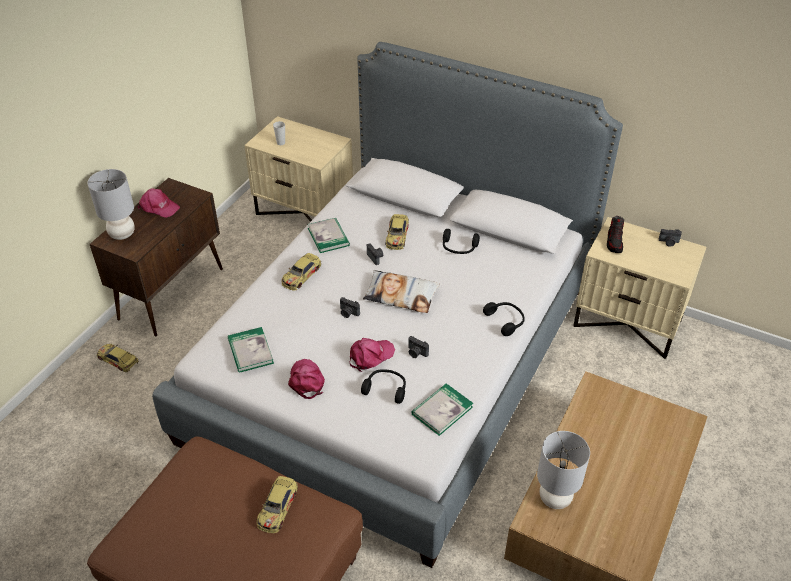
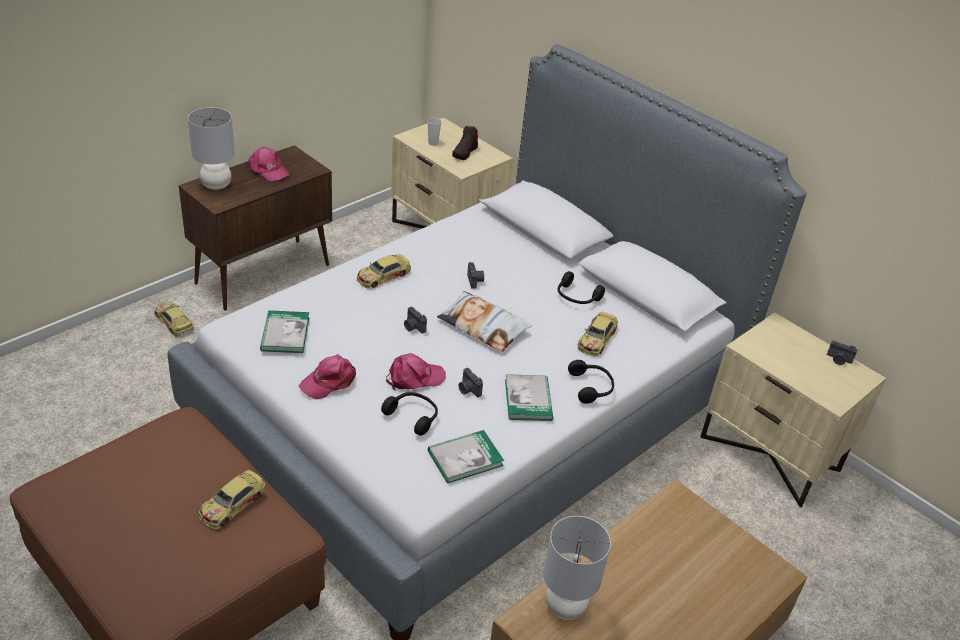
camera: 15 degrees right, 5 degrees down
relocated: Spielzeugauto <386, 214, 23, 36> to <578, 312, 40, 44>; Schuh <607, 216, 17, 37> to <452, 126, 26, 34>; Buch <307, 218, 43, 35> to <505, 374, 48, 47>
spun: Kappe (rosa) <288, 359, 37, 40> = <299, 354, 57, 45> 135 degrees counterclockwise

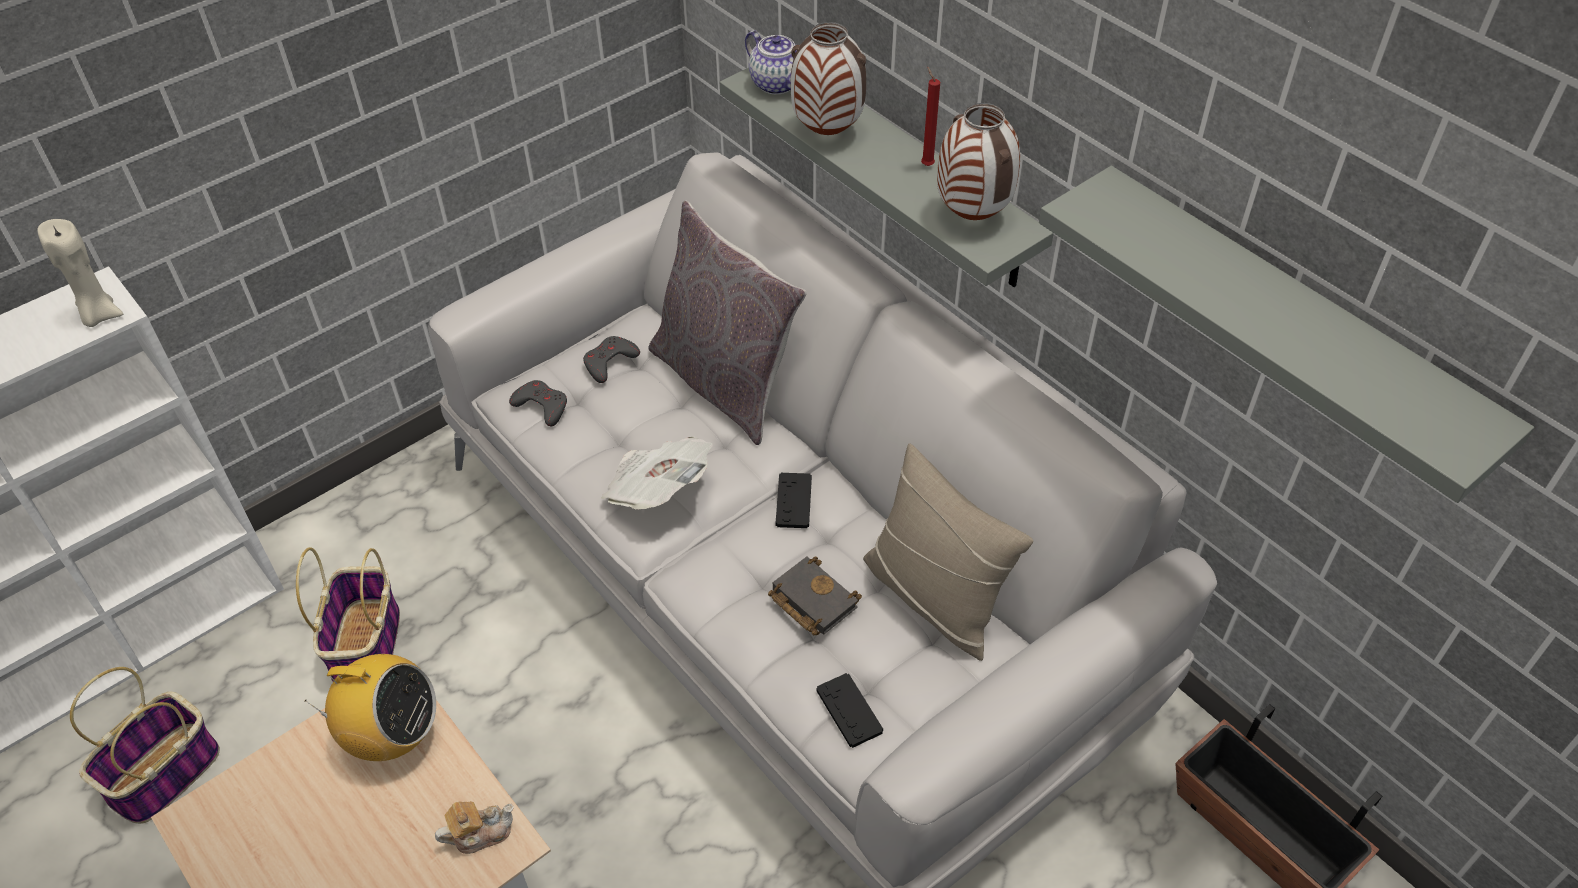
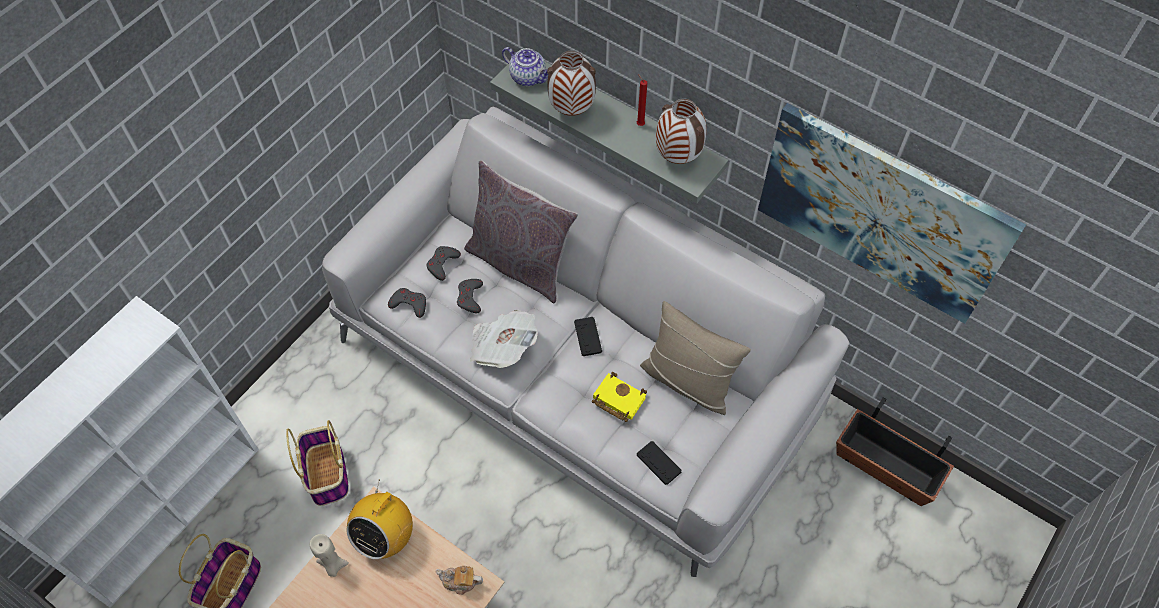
camera: 15 degrees left, 10 degrees up
appeared: Gamepad (grau) <457, 279, 26, 34>
relocated: Kerze (beige) <37, 219, 86, 108> to <310, 534, 39, 43>
exchanged: Wandregal (grau) <1039, 166, 495, 337> to Bild <758, 103, 268, 221>
colour: Buch (schwarz) <768, 556, 94, 79> to Buch (gelb) <592, 372, 55, 50>
spun: Radio <304, 654, 132, 107> = <346, 480, 67, 79> 120 degrees clockwise; Teekanne <435, 801, 79, 53> = <435, 566, 48, 29> 135 degrees counterclockwise

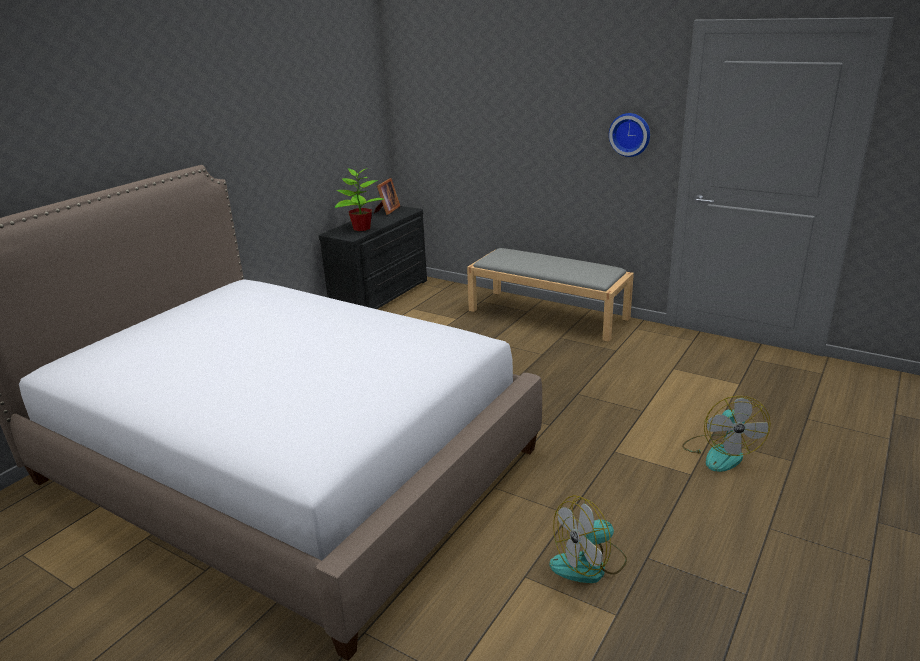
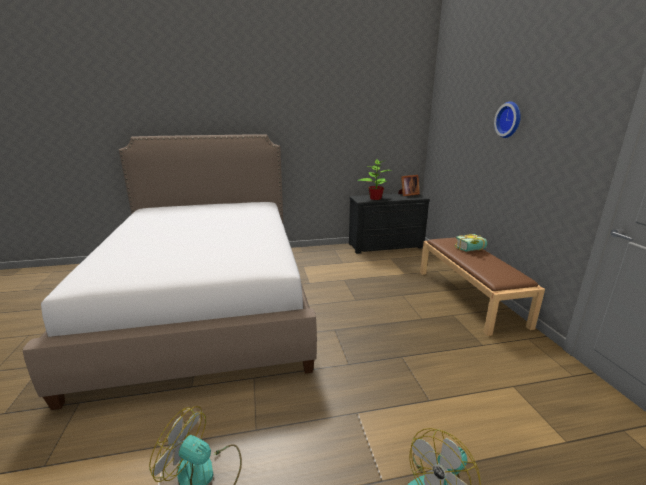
camera: 45 degrees right, 5 degrees down
appeared: Buch <455, 234, 32, 18>
relocated: Wanduhr <609, 113, 41, 44> to <494, 101, 27, 37>
colour: Bank (grau) <467, 248, 167, 94> to Bank (braun) <420, 237, 125, 99>

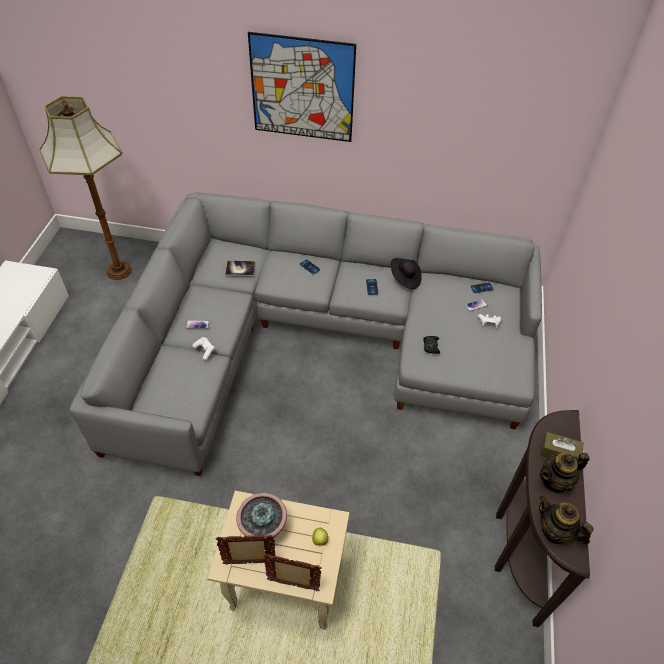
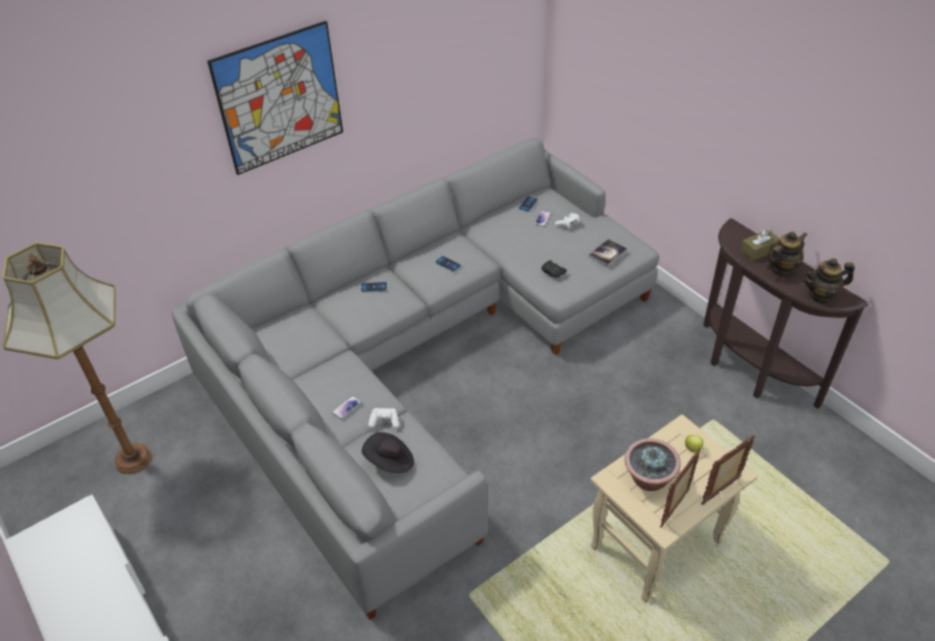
camera: 45 degrees left, 5 degrees down
relocated: Hut (schwarz) <391, 258, 31, 31> to <362, 432, 52, 41>; Buch <225, 261, 30, 16> to <589, 239, 38, 28>
spun: Teekanne <539, 453, 51, 40> = <767, 231, 40, 45> 150 degrees counterclockwise

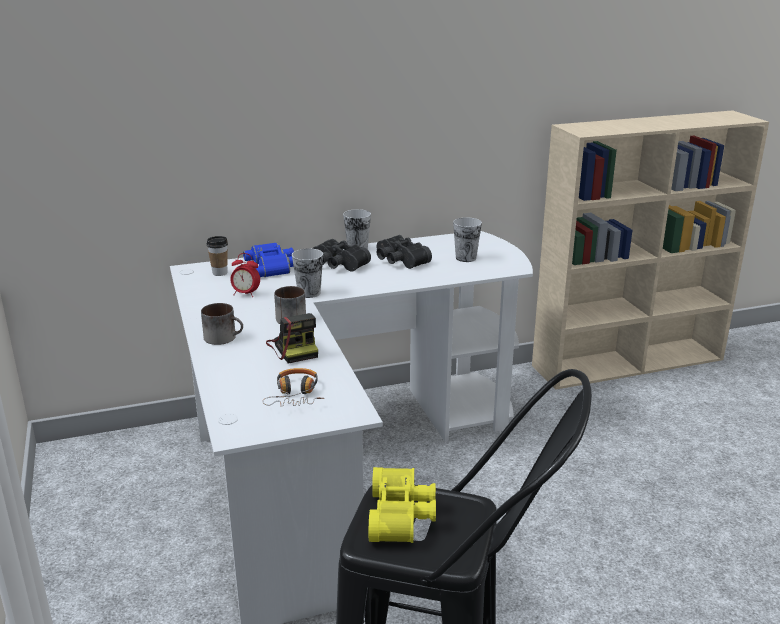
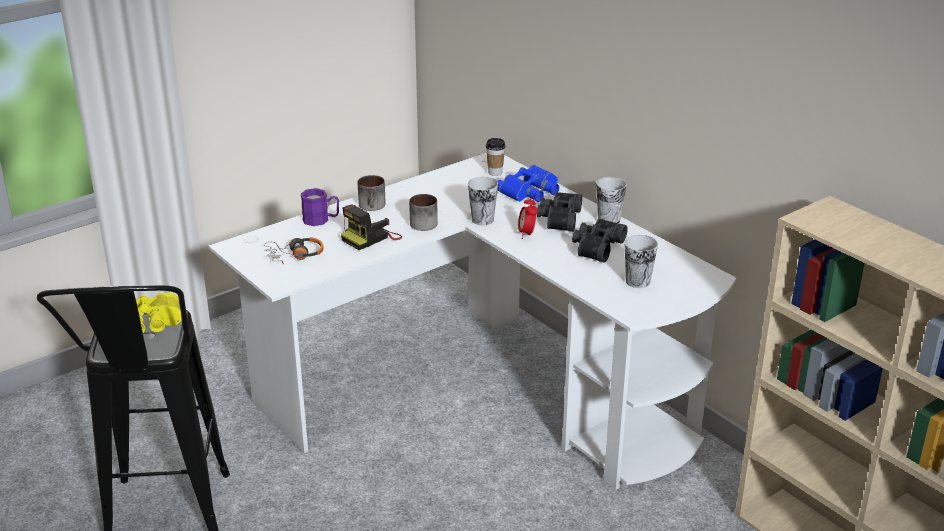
camera: 70 degrees right, 5 degrees up
appeared: Henkelbecher (lila) <301, 188, 38, 38>
relocated: Wecker <230, 253, 30, 44> to <518, 196, 20, 43>

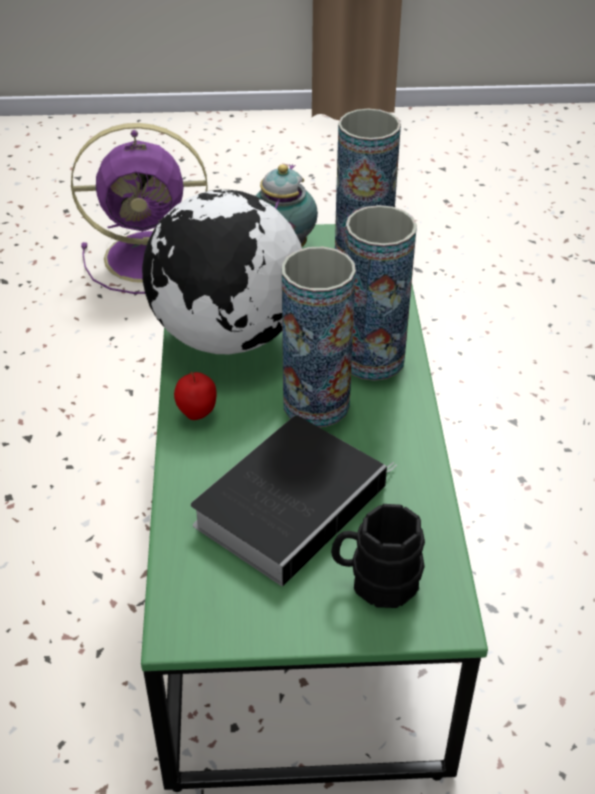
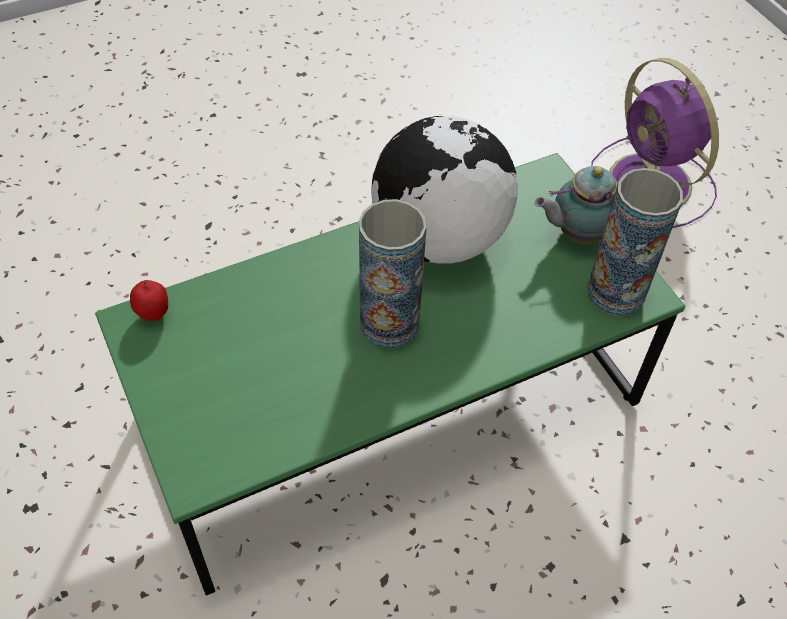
camera: 65 degrees right, 10 degrees up
missing: Vase <345, 205, 72, 176>; Buch <191, 415, 206, 172>; Henkelbecher (schwarz) <331, 504, 94, 104>
relocated: Apfel <174, 372, 43, 48> to <130, 280, 38, 41>

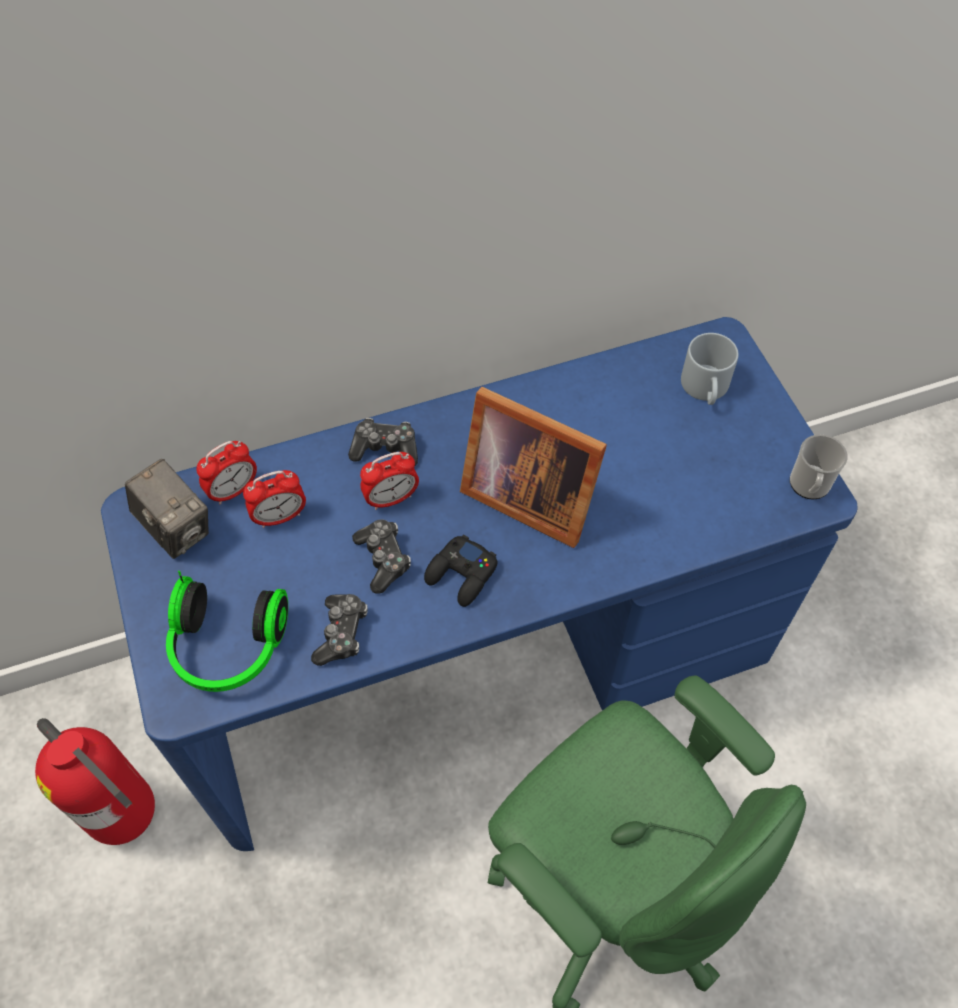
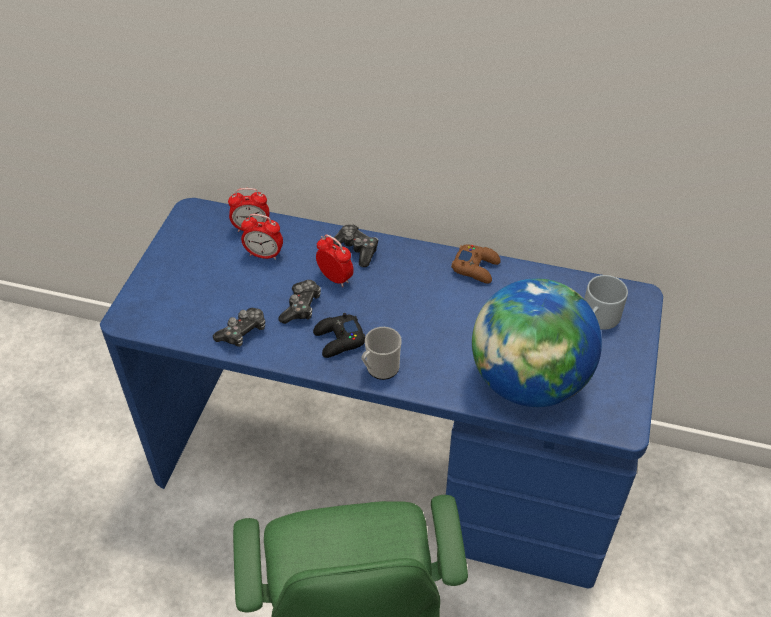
camera: 35 degrees right, 10 degrees down
missing: Bilderrahmen <460, 387, 147, 161>; Kamera <125, 459, 84, 100>; Kopfhörer <166, 571, 122, 121>; Feuerlöscher <35, 718, 120, 127>
appeared: Gamepad (braun) <451, 244, 50, 40>; Globus <472, 278, 130, 129>
relocated: Henkelbecher <790, 434, 58, 66> to <361, 327, 41, 53>
spun: Wecker <360, 452, 59, 58> = <316, 235, 38, 52> 150 degrees counterclockwise

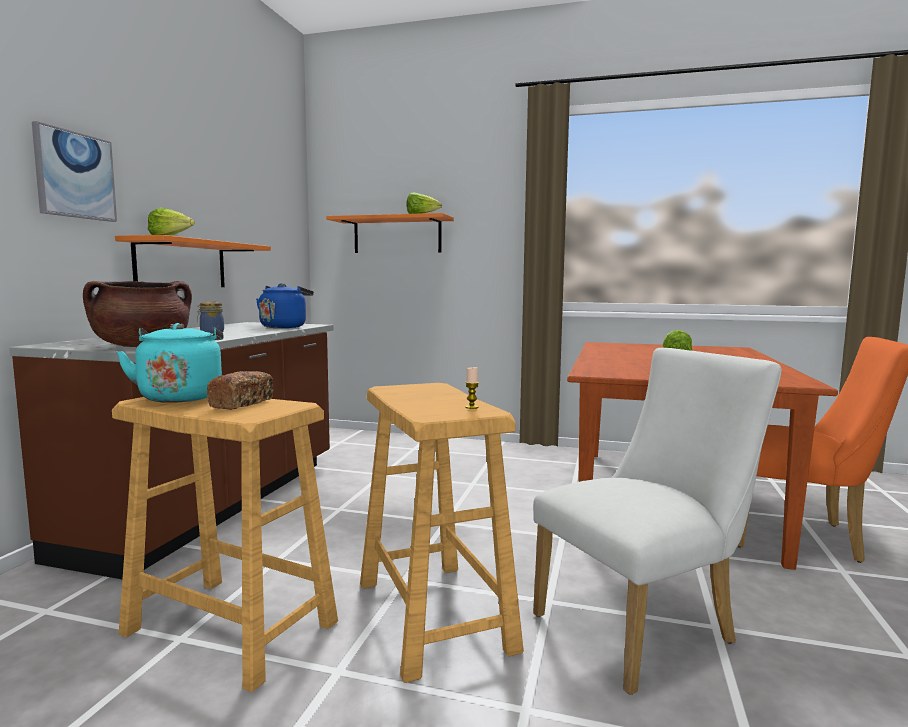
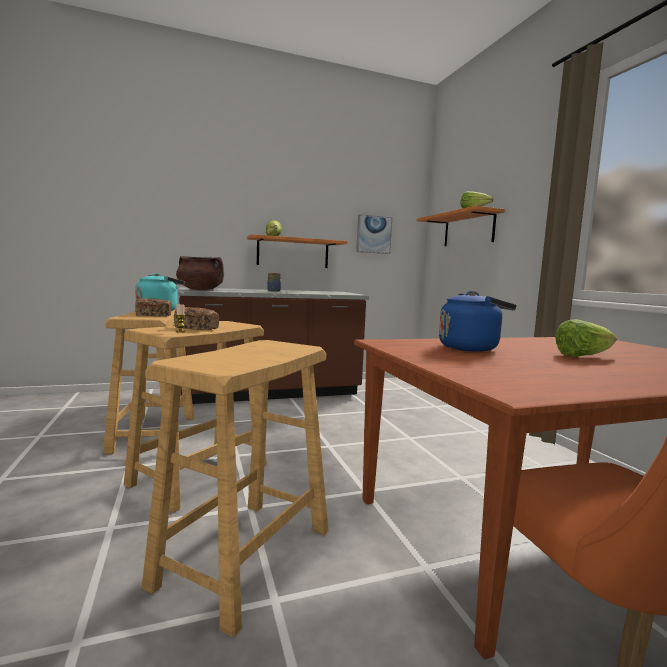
camera: 55 degrees right, 0 degrees up
appeared: Brot <174, 307, 45, 23>
relocated: Bild <32, 121, 85, 101> to <356, 214, 36, 40>; Wasserkessel (blau) <256, 283, 58, 45> to <439, 291, 78, 61>
exchanged: Stuhl (weiß) <533, 348, 249, 347> to Hocker (beige) <142, 340, 187, 297>

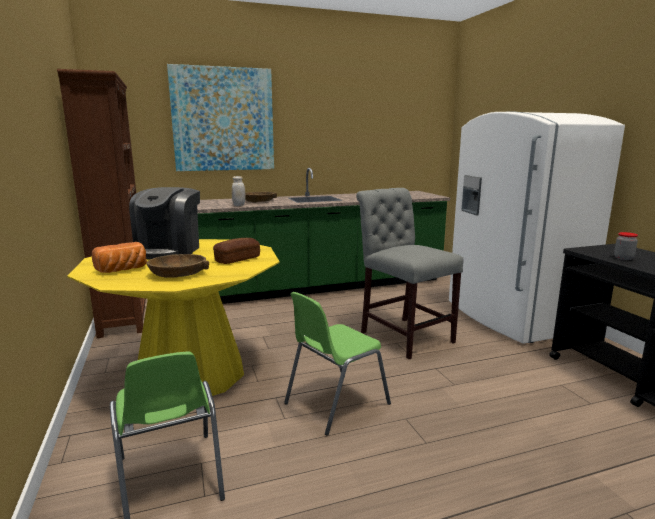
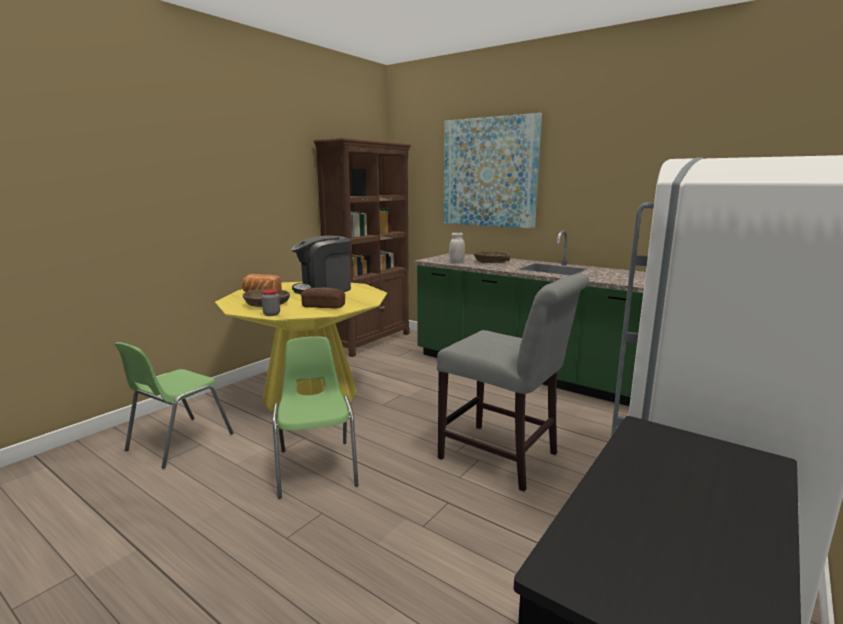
camera: 55 degrees right, 0 degrees up
relocated: Vorratsglas <614, 232, 24, 28> to <261, 289, 19, 27>
spun: Stuhl (grau) <356, 188, 108, 171> = <437, 274, 152, 217> 105 degrees clockwise; Stuhl (grün) <284, 292, 107, 144> = <273, 336, 86, 162> 60 degrees clockwise

